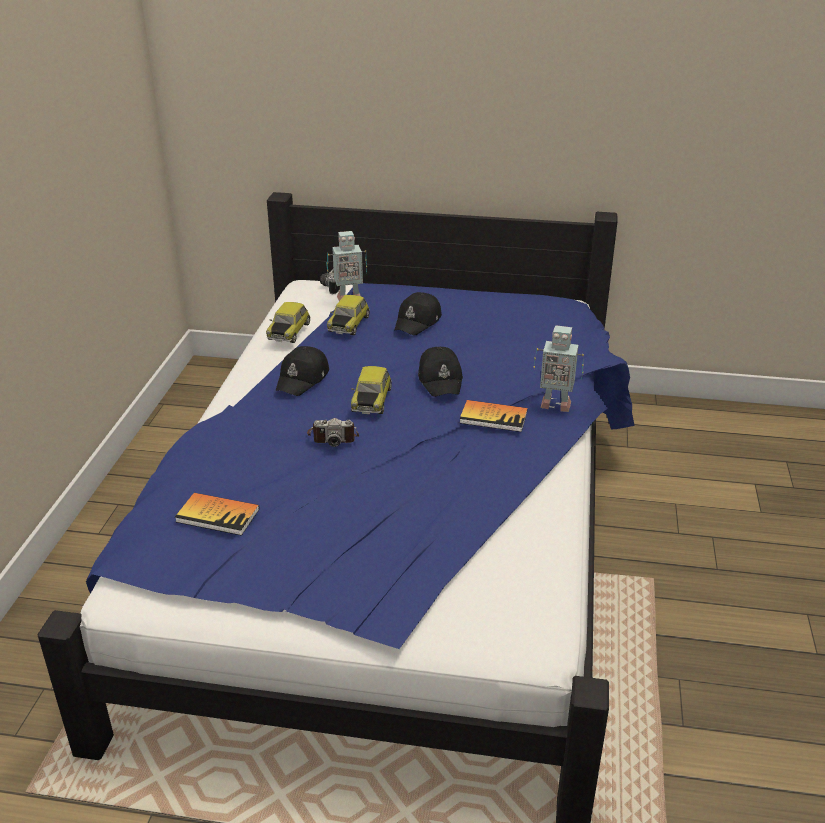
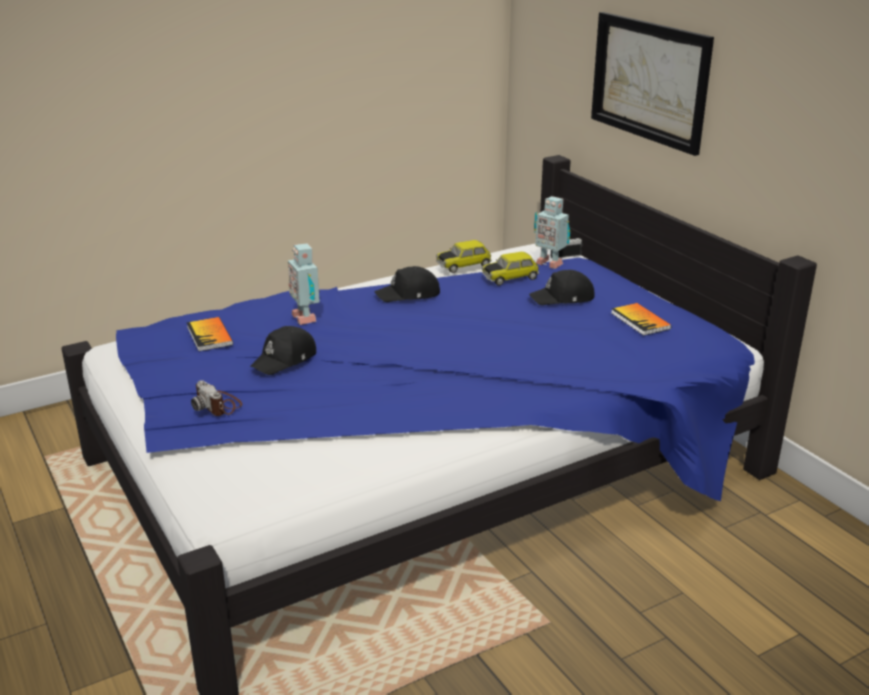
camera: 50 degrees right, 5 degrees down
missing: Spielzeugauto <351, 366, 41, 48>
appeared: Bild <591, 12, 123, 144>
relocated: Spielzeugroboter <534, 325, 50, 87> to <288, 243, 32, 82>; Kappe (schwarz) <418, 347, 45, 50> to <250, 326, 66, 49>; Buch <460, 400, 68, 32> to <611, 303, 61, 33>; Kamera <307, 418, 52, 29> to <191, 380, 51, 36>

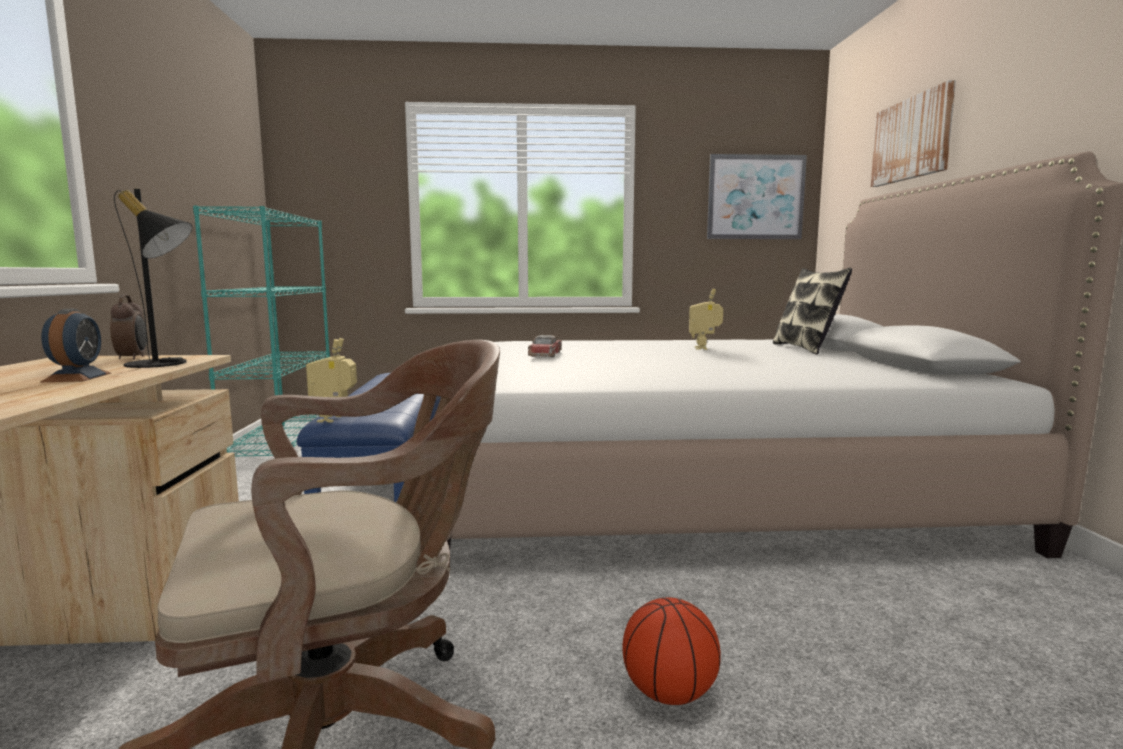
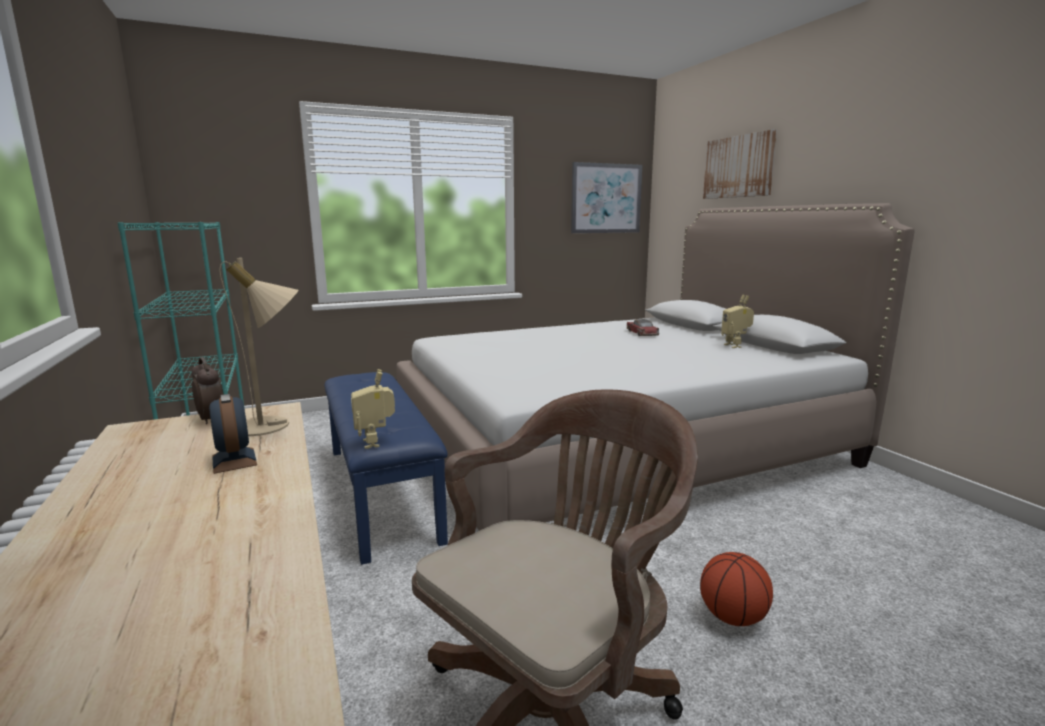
camera: 20 degrees left, 5 degrees up
missing: Kissen <773, 268, 79, 86>
relocated: Spielzeugroboter <689, 289, 34, 61> to <721, 294, 33, 54>; Spielzeugauto <528, 335, 34, 22> to <627, 319, 32, 17>
colour: Tischlampe (schwarz) <114, 189, 78, 179> to Tischlampe (beige) <219, 258, 79, 178>

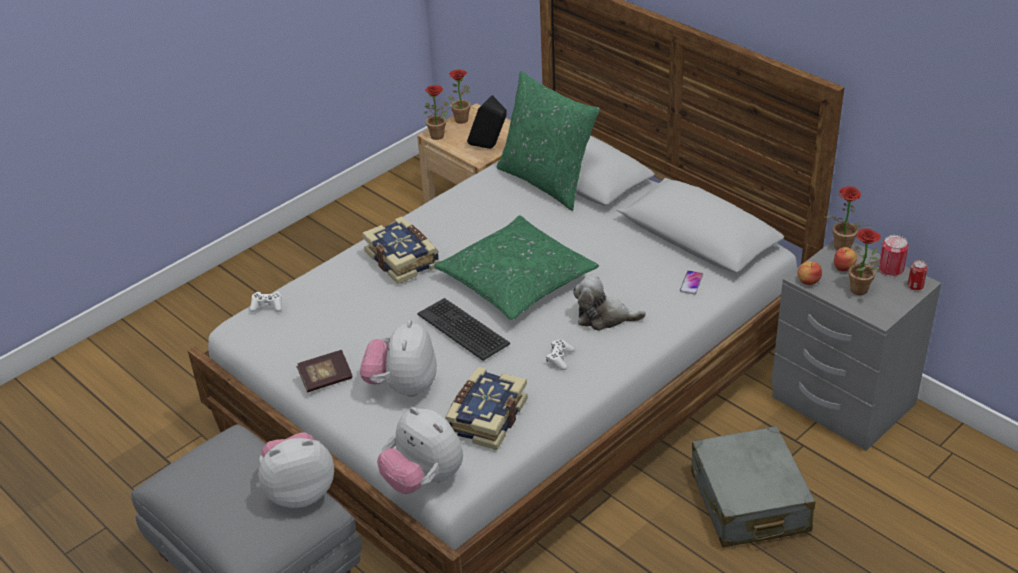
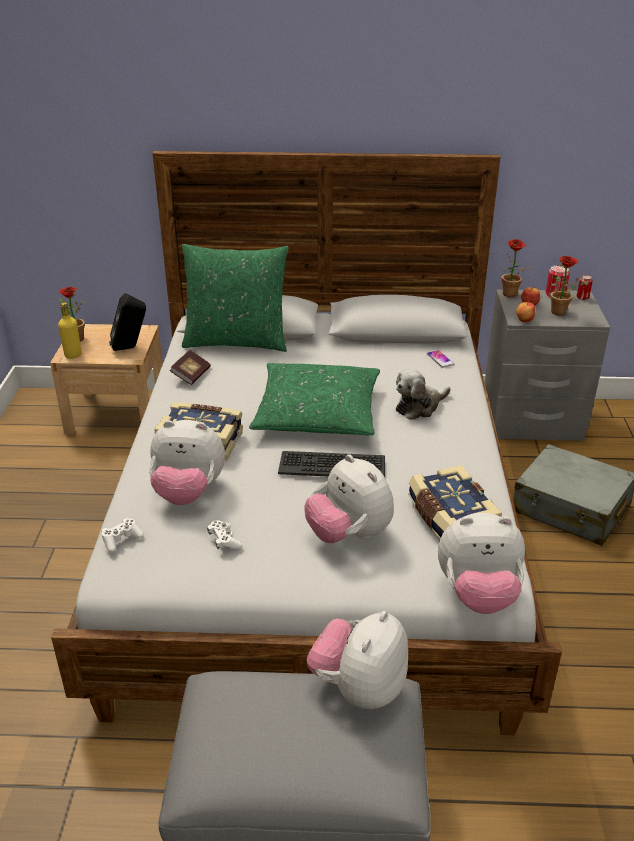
camera: 45 degrees left, 5 degrees down
appeared: Plüschtier <149, 420, 76, 85>
relocated: Gamepad (weiß) <546, 339, 28, 31> to <207, 520, 35, 29>; Buch <297, 350, 56, 42> to <170, 350, 41, 35>
exchanged: Topfpflanze <424, 85, 33, 55> to Flasche (gelb) <58, 302, 24, 57>

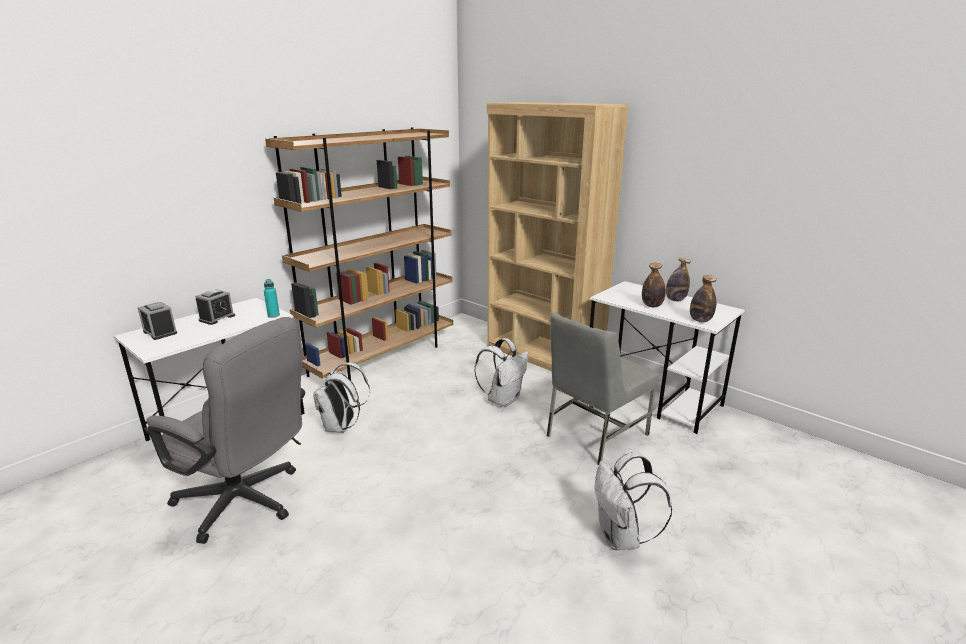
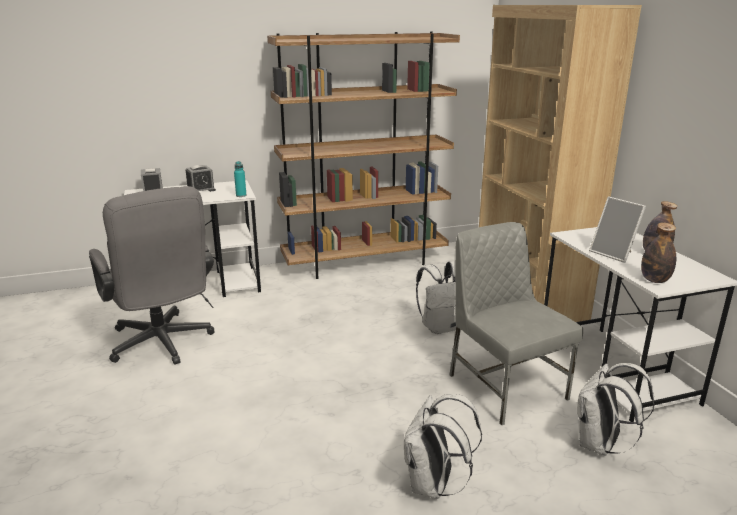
camera: 30 degrees right, 0 degrees up
relocated: Rucksack (weiß) <313, 362, 57, 71> to <577, 363, 78, 93>
exchanged: Flasche <642, 263, 24, 44> to Bilderrahmen <589, 196, 57, 67>
spun: Stuhl (grau) <547, 312, 112, 153> = <449, 222, 134, 203> 75 degrees clockwise

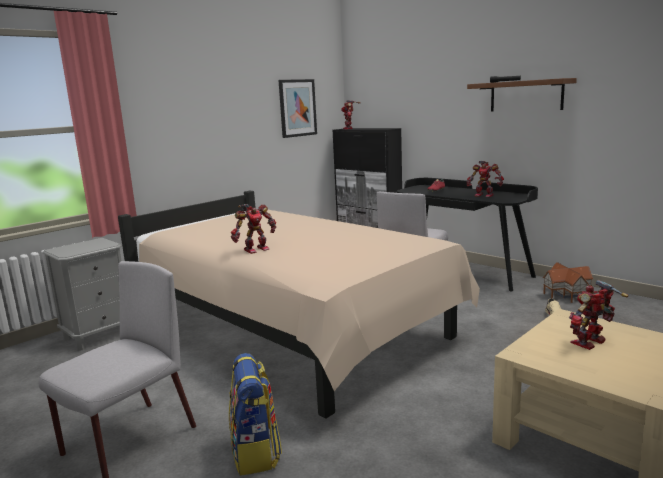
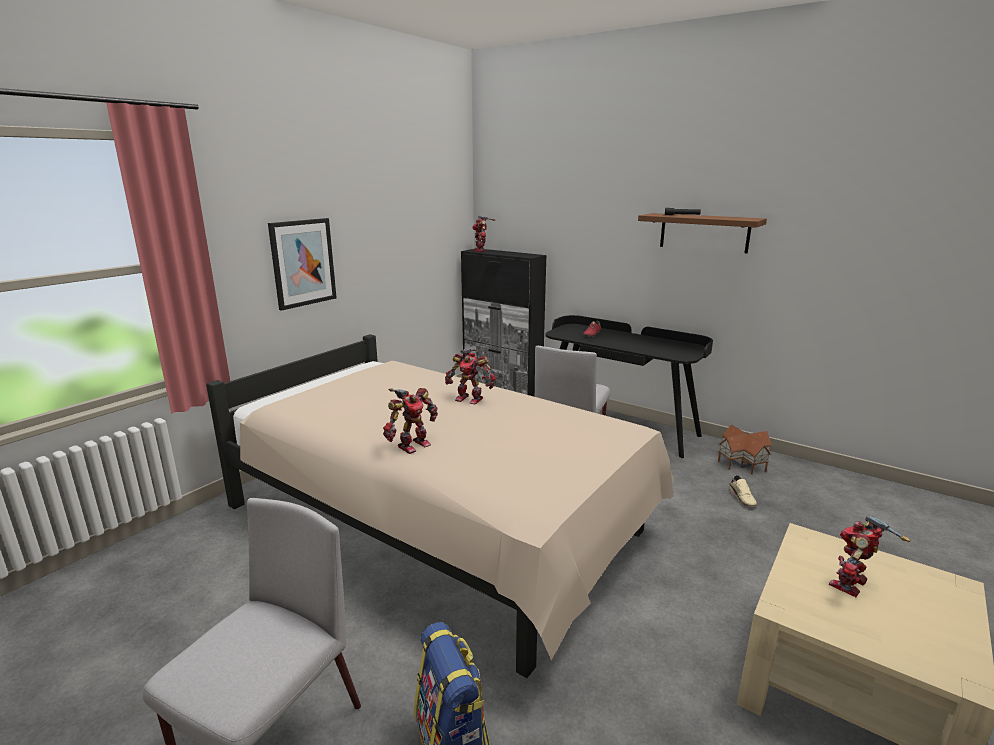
camera: 10 degrees left, 5 degrees up
missing: Nachttisch (grau) <43, 238, 79, 112>
relocated: Bild <278, 79, 39, 59> to <268, 218, 69, 93>; Spielzeugroboter <467, 161, 37, 36> to <445, 348, 51, 56>

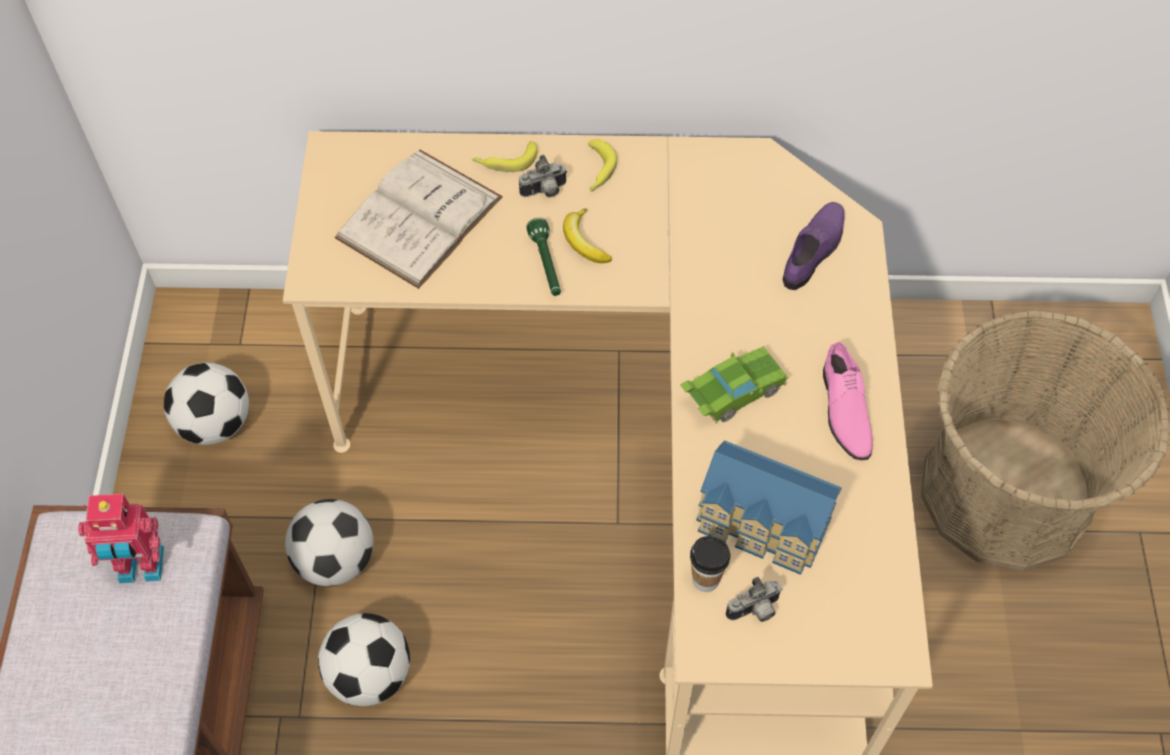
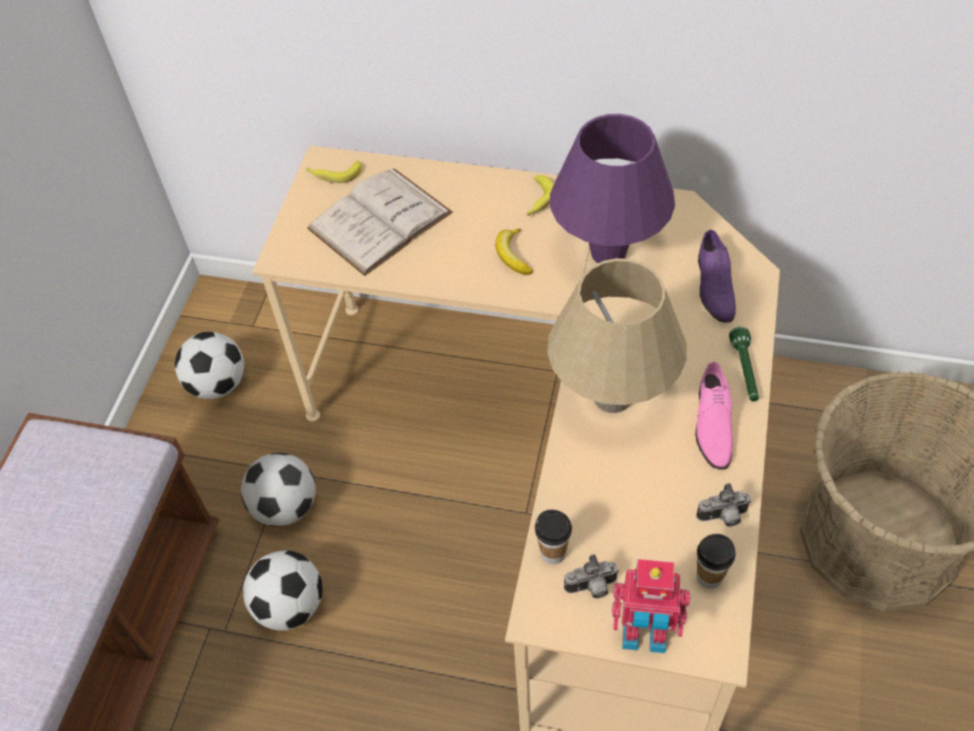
camera: 15 degrees right, 5 degrees down
missing: Spielzeughaus <696, 440, 146, 135>
appeared: Tischlampe (lila) <550, 114, 125, 149>; Tasse <697, 534, 38, 55>
relocated: Banane <472, 141, 66, 31> to <305, 160, 57, 23>; Kamera <519, 155, 48, 42> to <696, 483, 55, 44>; Taschenlampe (grün) <526, 218, 35, 78> to <729, 327, 30, 75>; Spielzeugroboter <78, 494, 86, 89> to <612, 559, 78, 94>
exchanged: Spielzeugauto (grün) <680, 346, 109, 77> to Tischlampe (beige) <547, 258, 139, 155>
spun: Schuh (lila) <783, 202, 61, 88> = <698, 230, 38, 92> 135 degrees clockwise

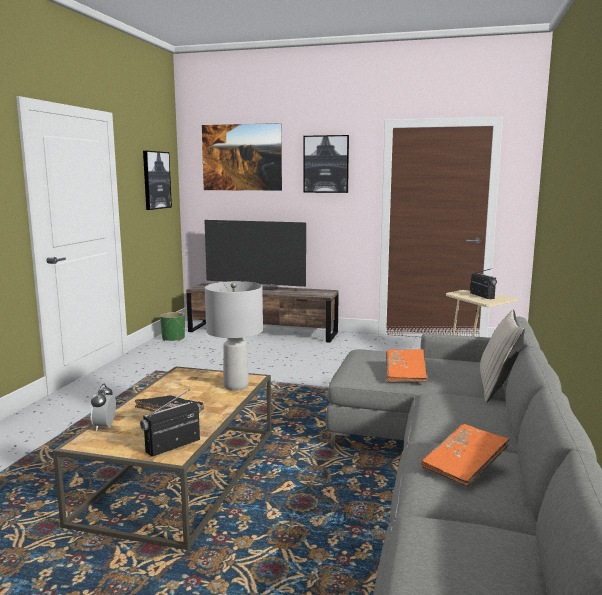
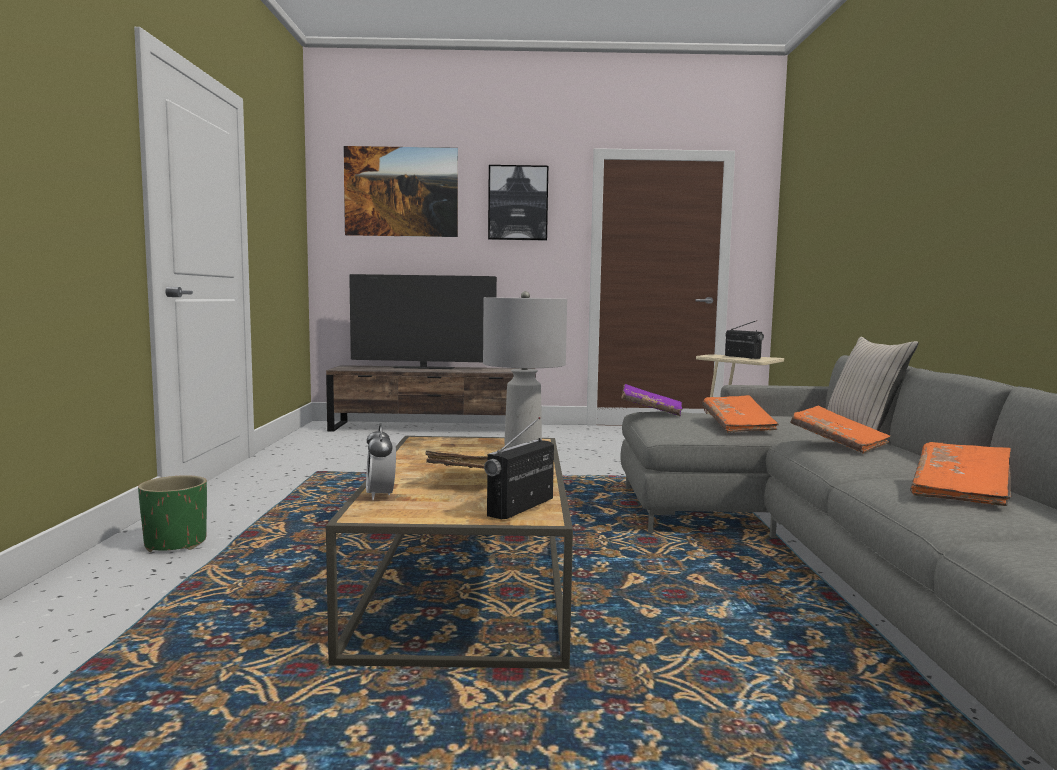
camera: 15 degrees left, 5 degrees down
missing: Bild <143, 151, 29, 59>
appeared: Buch (lila) <622, 384, 61, 32>; Buch (orange) <790, 406, 100, 48>
relocated: Pflanzkübel (grün) <160, 312, 25, 29> to <138, 475, 69, 77>

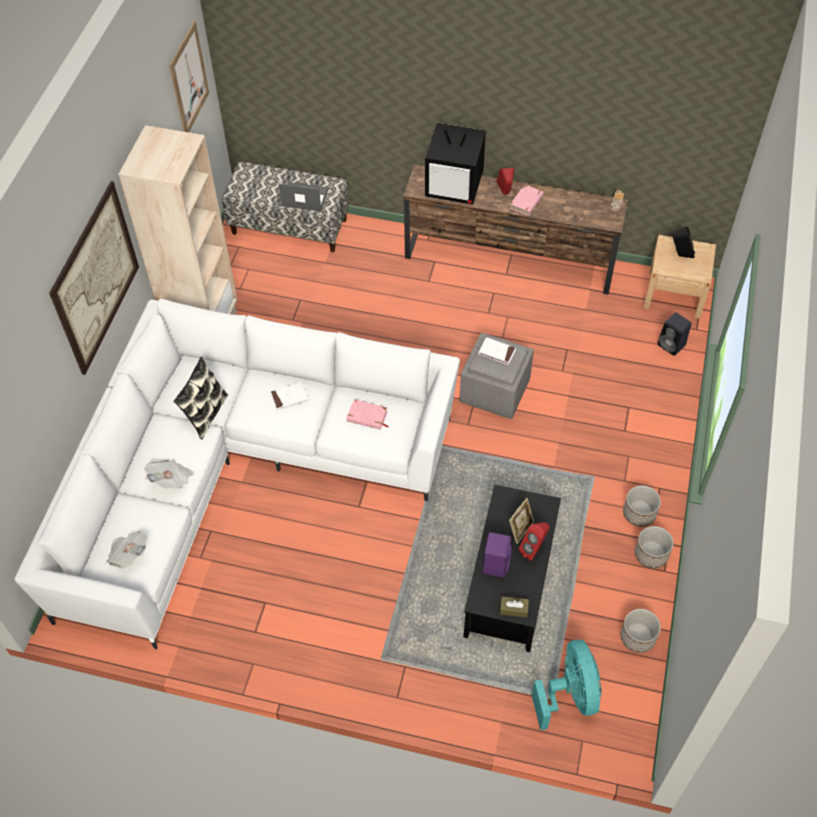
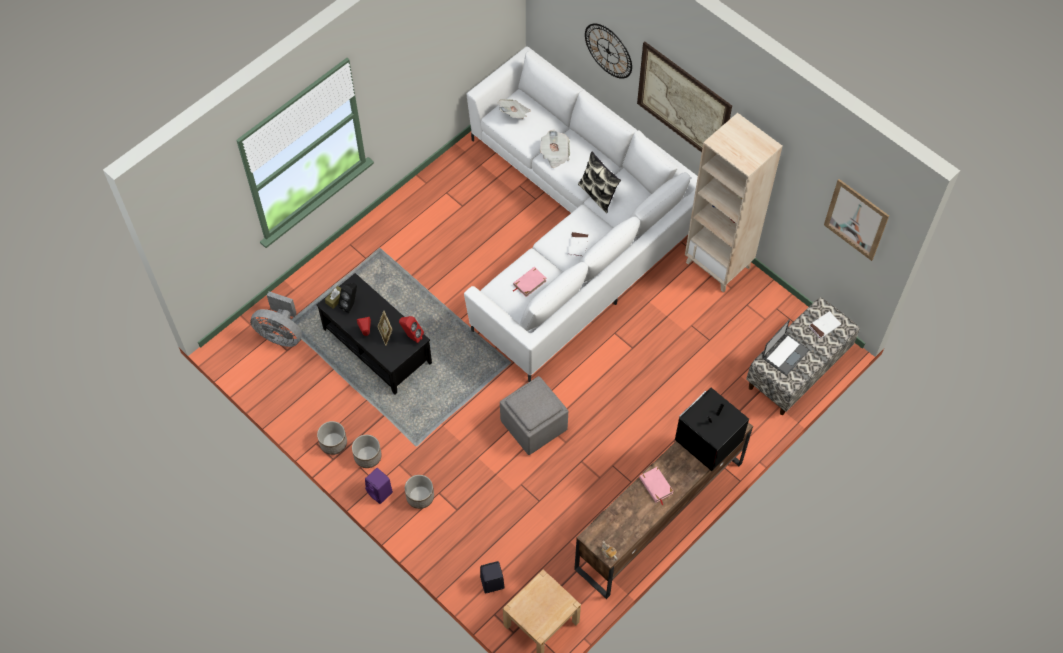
camera: 120 degrees right, 5 degrees up
appeared: Wanduhr <585, 23, 47, 56>
relocated: Lautsprecher (rot) <497, 168, 17, 27> to <399, 316, 25, 27>; Lautsprecher (schwarz) <673, 227, 22, 31> to <338, 283, 19, 30>; Buch (weiß) <478, 337, 38, 28> to <809, 311, 32, 28>; Lautsprecher (lila) <483, 532, 29, 46> to <365, 468, 28, 36>; Pflanzkübel <620, 609, 41, 44> to <405, 475, 29, 34>
colour: Ventilator (türkis) <532, 640, 70, 90> to Ventilator (grau) <250, 291, 52, 56>

